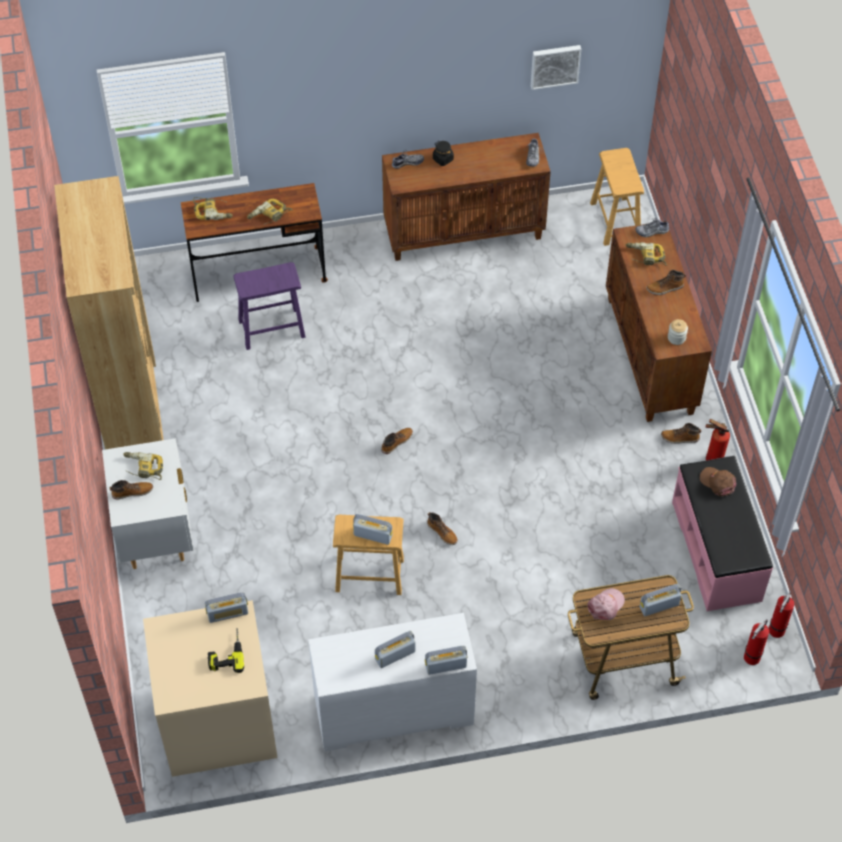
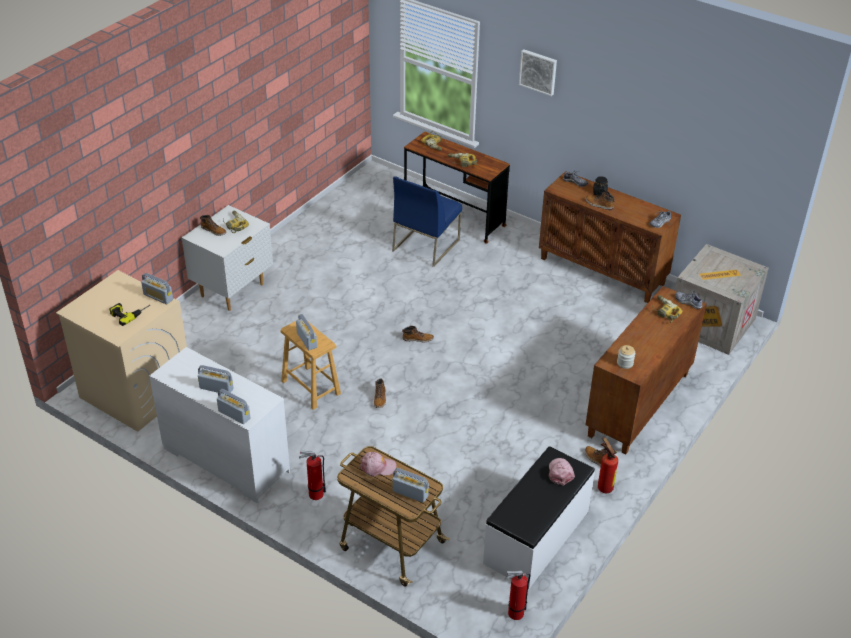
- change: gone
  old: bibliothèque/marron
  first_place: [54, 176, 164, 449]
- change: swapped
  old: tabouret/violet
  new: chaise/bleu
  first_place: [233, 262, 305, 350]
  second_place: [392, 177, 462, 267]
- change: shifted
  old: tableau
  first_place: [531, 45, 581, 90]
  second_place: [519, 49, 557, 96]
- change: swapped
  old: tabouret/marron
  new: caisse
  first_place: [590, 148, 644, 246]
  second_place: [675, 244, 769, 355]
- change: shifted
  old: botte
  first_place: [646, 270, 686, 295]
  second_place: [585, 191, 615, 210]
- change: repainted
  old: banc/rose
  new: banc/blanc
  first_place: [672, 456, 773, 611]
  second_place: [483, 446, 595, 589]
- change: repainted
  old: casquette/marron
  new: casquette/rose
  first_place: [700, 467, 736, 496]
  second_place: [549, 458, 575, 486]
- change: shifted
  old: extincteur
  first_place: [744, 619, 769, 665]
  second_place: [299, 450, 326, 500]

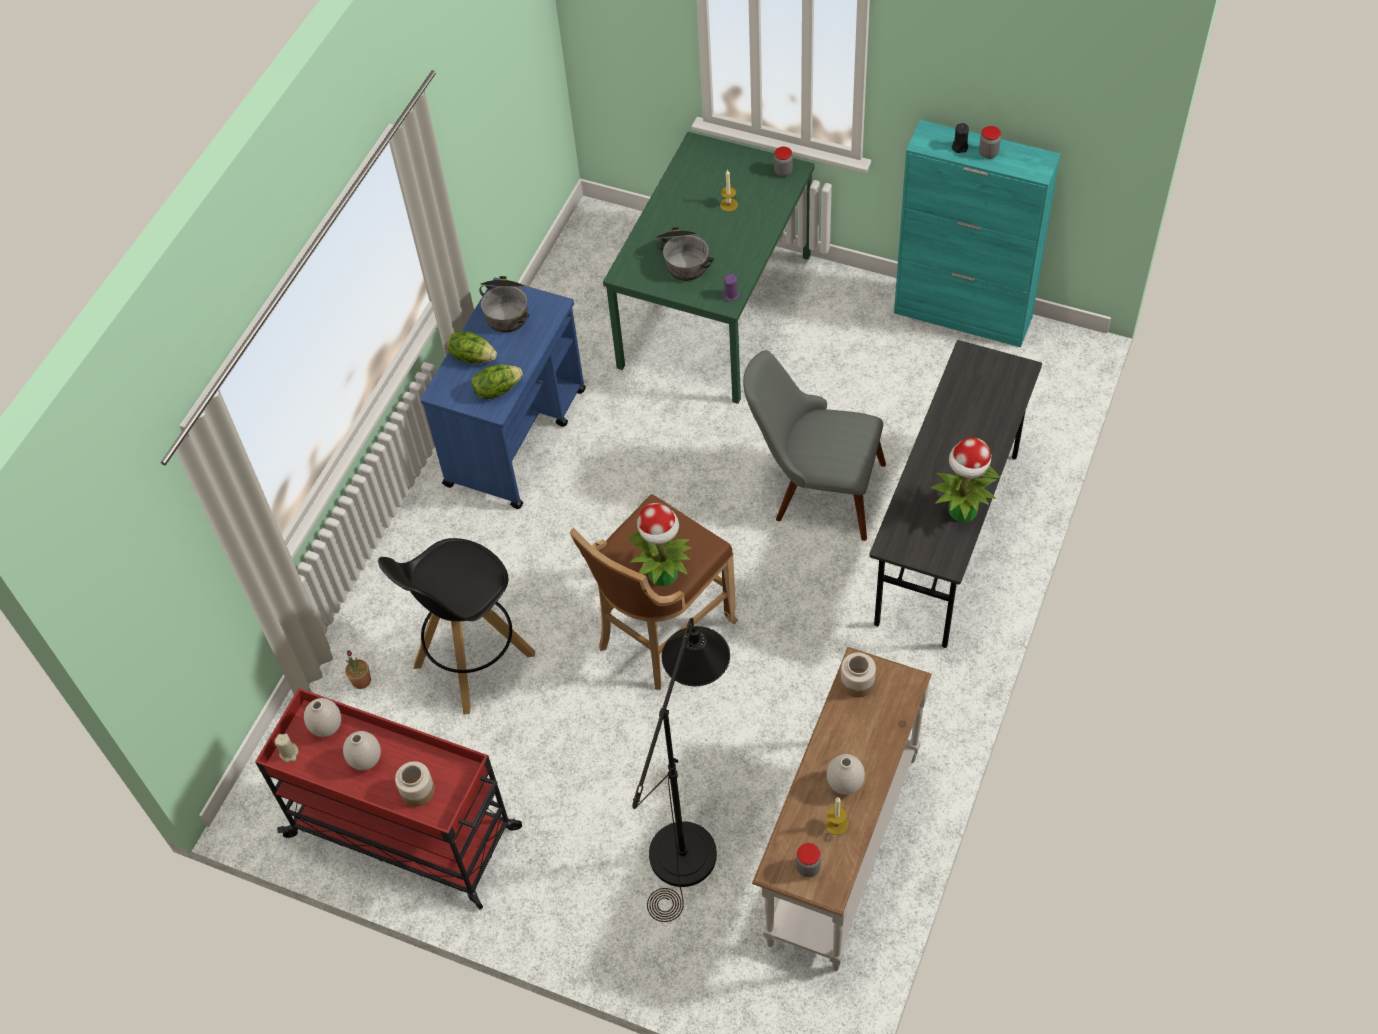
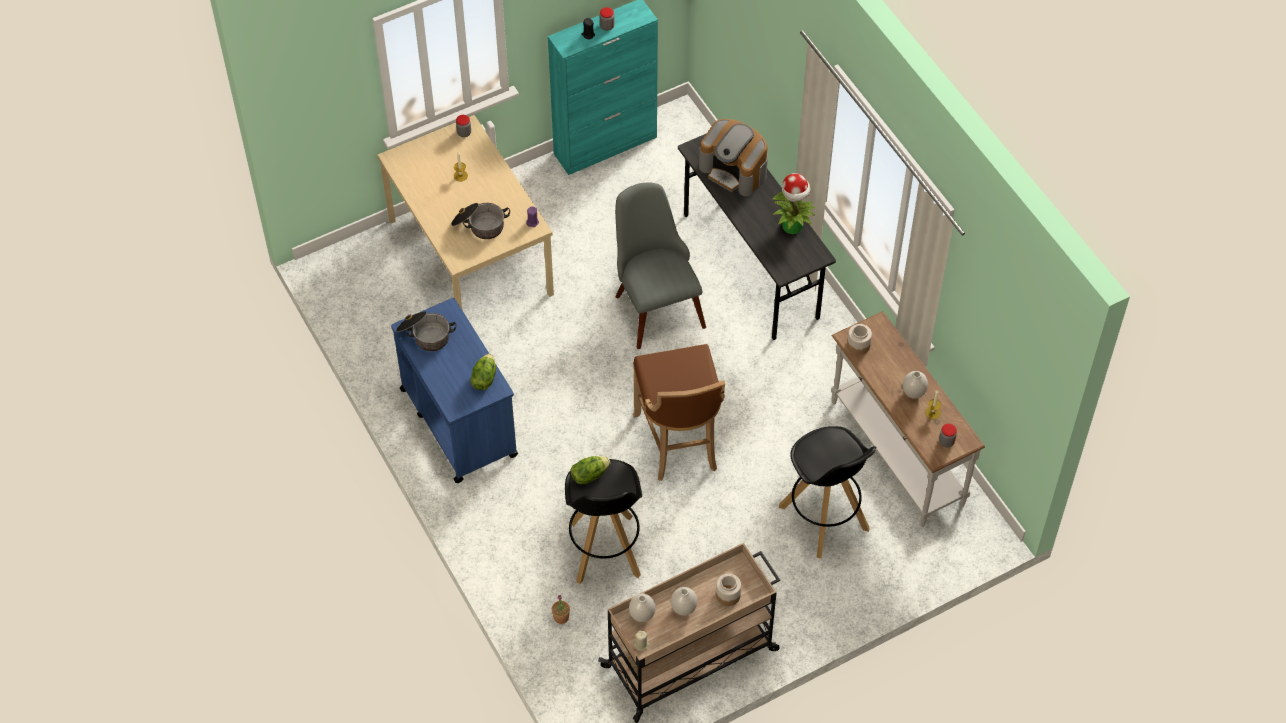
- change: repainted
  old: chariot/rouge
  new: chariot/beige
  first_place: [255, 688, 522, 910]
  second_place: [598, 543, 780, 723]
- change: shifted
  old: laitue
  first_place: [447, 331, 497, 364]
  second_place: [571, 456, 610, 484]
- change: repainted
  old: table à manger/vert
  new: table à manger/beige
  first_place: [603, 132, 815, 404]
  second_place: [377, 115, 554, 309]
- change: gone
  old: plante en pot
  first_place: [627, 503, 692, 586]
- change: swapped
  old: lampadaire/noir
  new: tabouret/noir
  first_place: [633, 618, 730, 922]
  second_place: [779, 426, 876, 558]
- change: rotated
  old: chaise/gris
  first_place: [743, 350, 886, 541]
  second_place: [615, 182, 706, 349]
  degrees: 105
- change: new
  new: machine à café
  second_place: [699, 119, 768, 196]

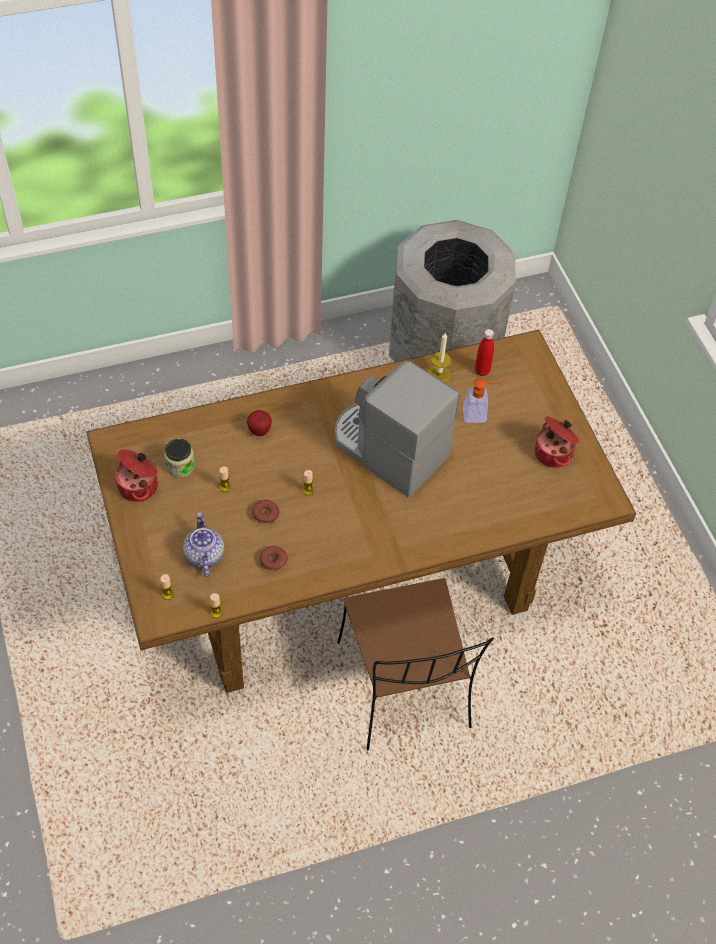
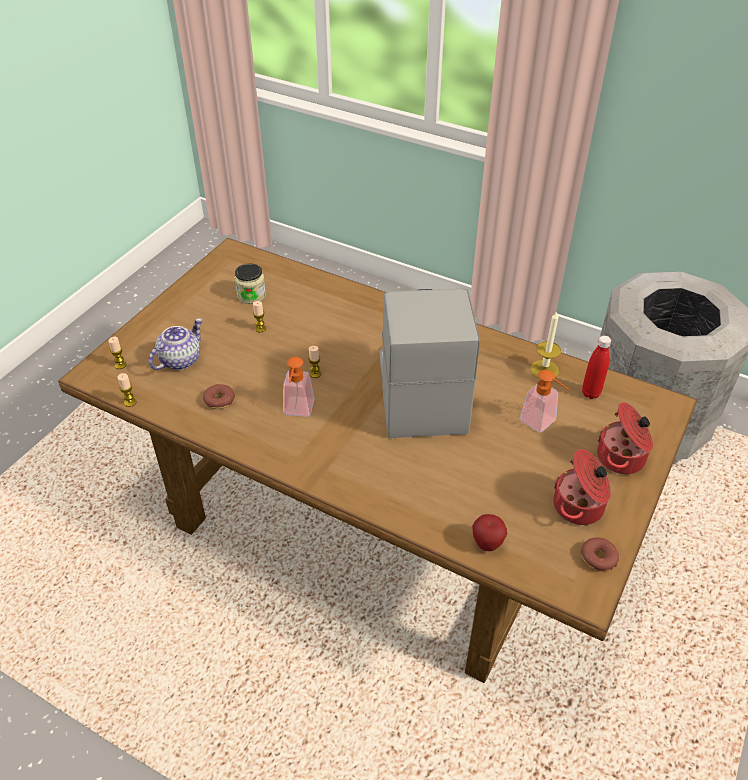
- change: shifted
  old: marmite
  first_place: [115, 449, 158, 502]
  second_place: [597, 402, 653, 474]
- change: shifted
  old: pomme
  first_place: [247, 410, 272, 436]
  second_place: [472, 514, 507, 551]
- change: shifted
  old: beignet
  first_place: [252, 500, 280, 524]
  second_place: [581, 538, 619, 572]
- change: gone
  old: chaise/marron
  first_place: [337, 578, 494, 751]
- change: new
  new: distributeur de savon
  second_place: [283, 357, 314, 417]

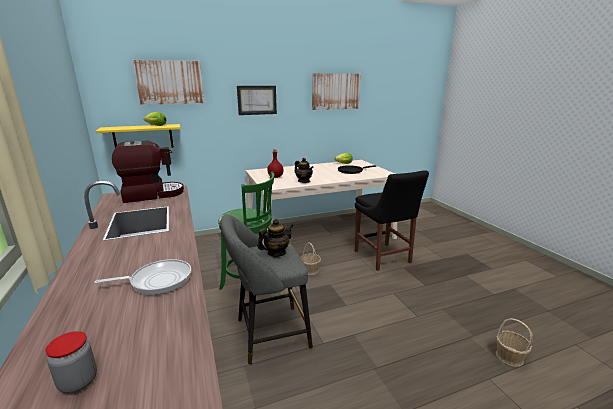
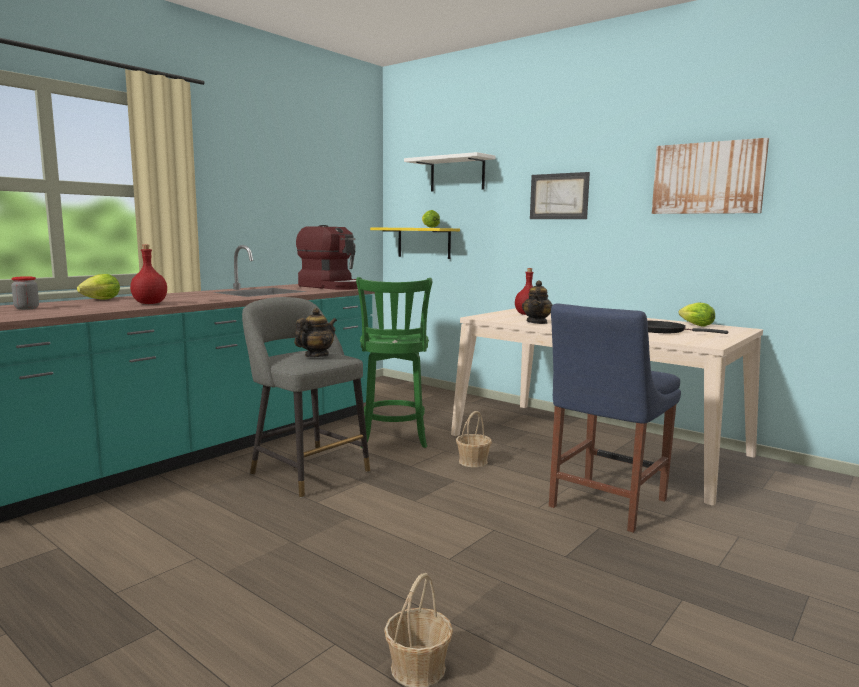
- change: swapped
  old: poêle
  new: bouteille/rouge
  first_place: [94, 259, 191, 295]
  second_place: [130, 245, 167, 304]
- change: swapped
  old: tableau
  new: étagère/blanc
  first_place: [133, 60, 204, 105]
  second_place: [404, 152, 495, 192]
- change: rotated
  old: théière
  first_place: [257, 219, 293, 257]
  second_place: [294, 308, 337, 357]
  degrees: -75
- change: repainted
  old: chaise/noir
  new: chaise/bleu
  first_place: [355, 170, 429, 271]
  second_place: [549, 304, 681, 533]
- change: new
  new: laitue
  second_place: [77, 274, 120, 299]

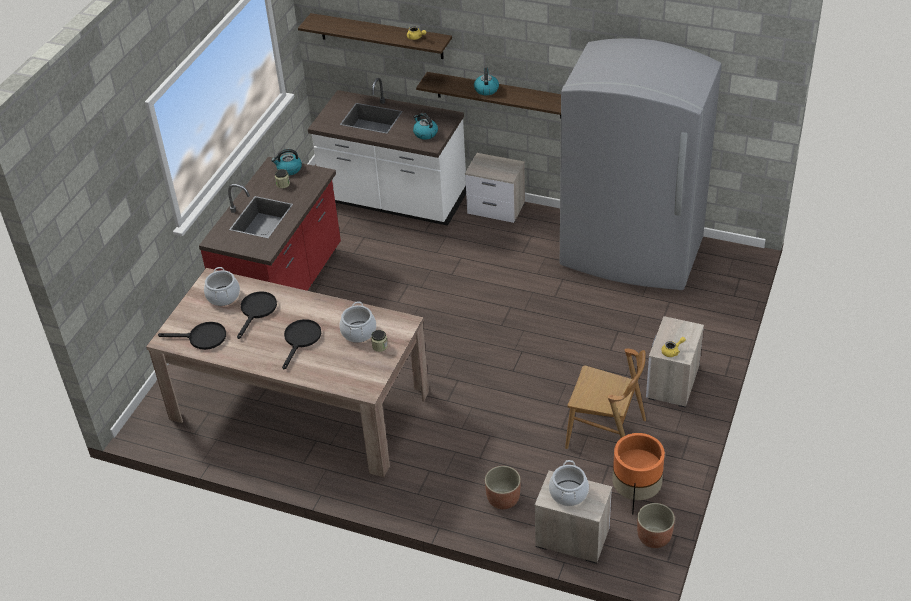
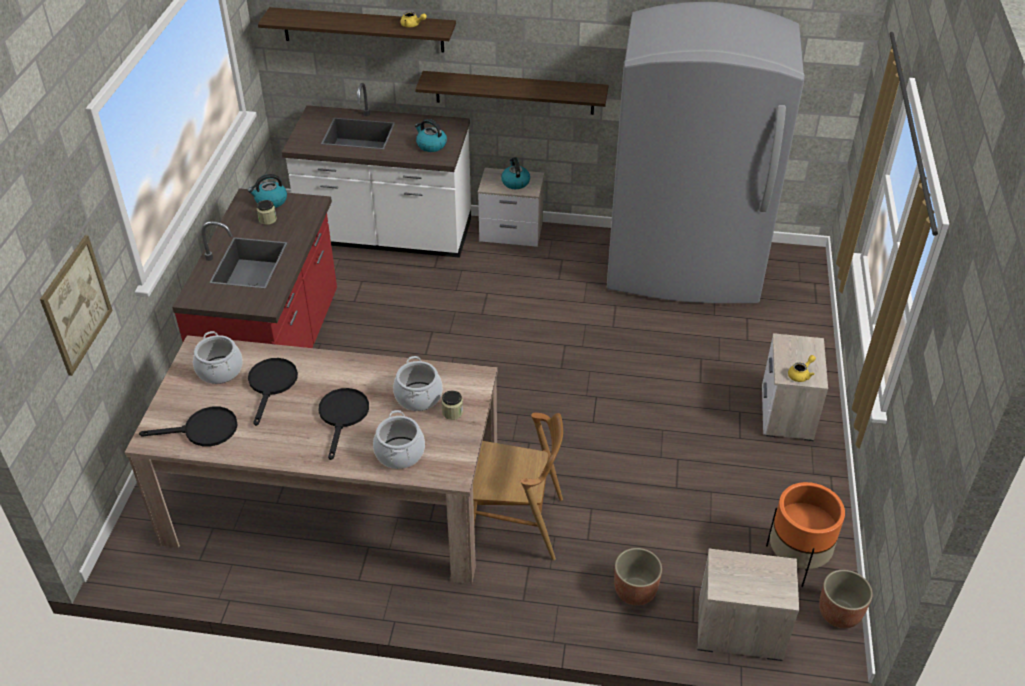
- change: shifted
  old: bouilloire
  first_place: [474, 68, 499, 95]
  second_place: [501, 157, 530, 189]
- change: shifted
  old: marmite
  first_place: [549, 460, 589, 506]
  second_place: [373, 410, 425, 469]
- change: shifted
  old: chaise/marron
  first_place: [565, 348, 646, 449]
  second_place: [473, 413, 563, 561]
- change: new
  new: tableau
  second_place: [40, 235, 113, 376]

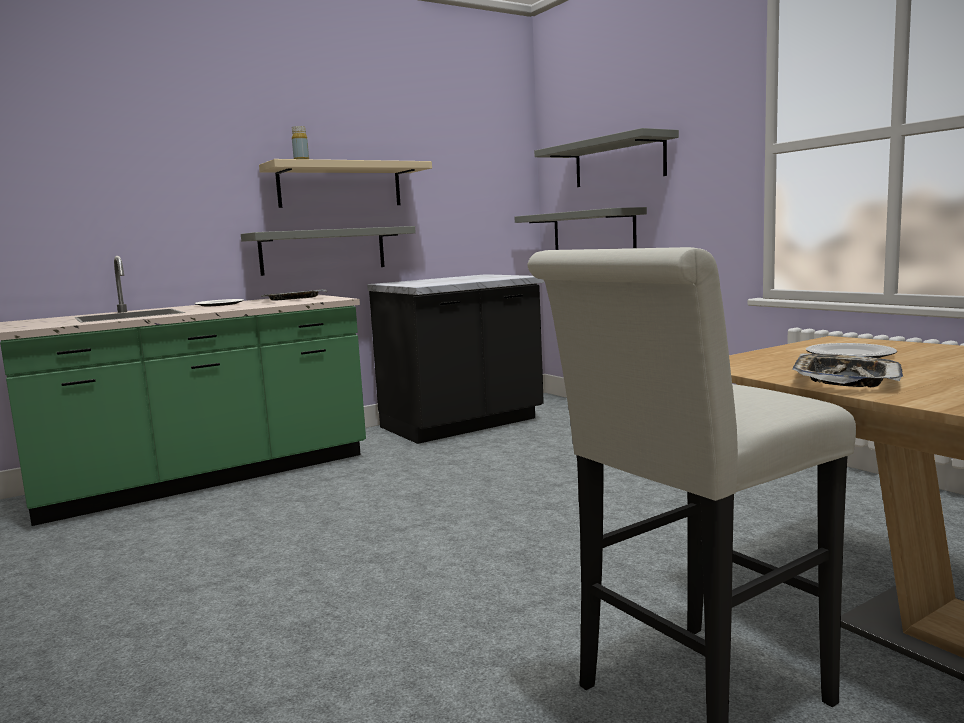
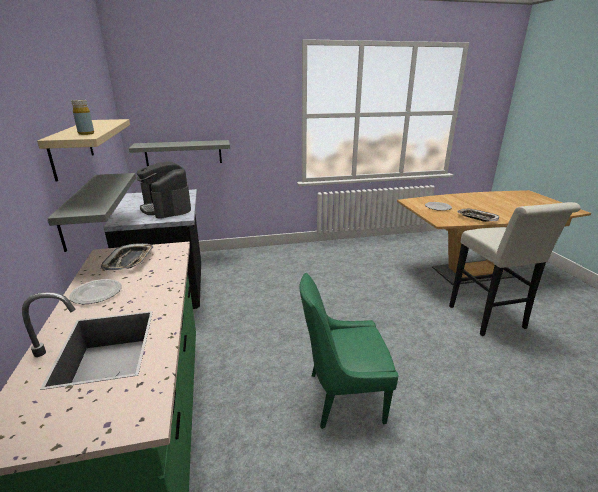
- change: gone
  old: étagère/gris
  first_place: [534, 128, 679, 187]
- change: new
  new: machine à café
  second_place: [137, 161, 191, 218]
- change: new
  new: chaise/vert
  second_place: [299, 273, 398, 429]

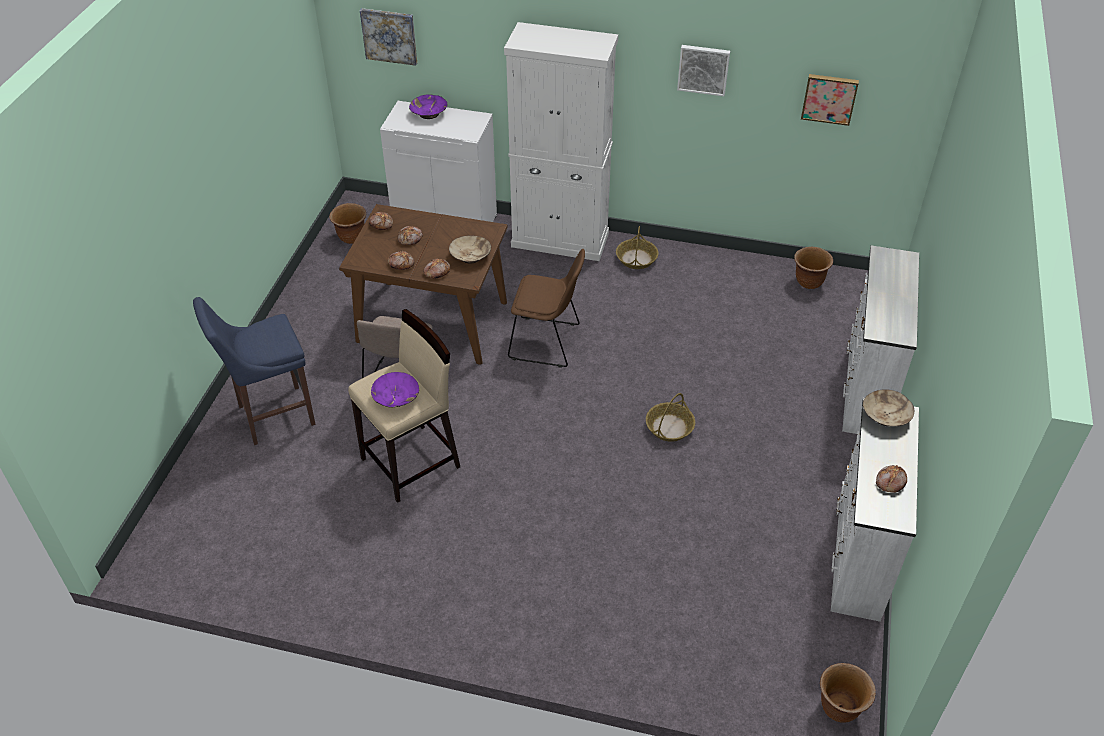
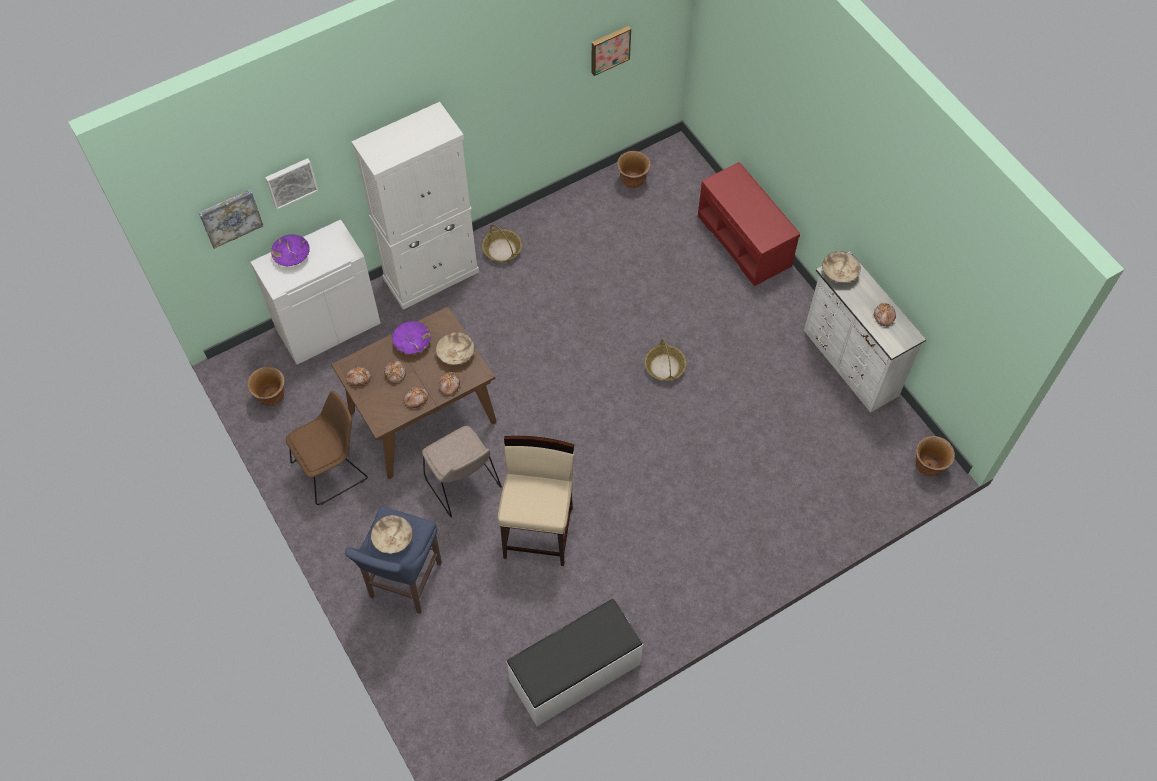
- change: shifted
  old: bol/violet
  first_place: [371, 372, 419, 408]
  second_place: [392, 321, 431, 354]
- change: shifted
  old: chaise/marron
  first_place: [508, 249, 585, 368]
  second_place: [286, 391, 368, 505]
- change: shifted
  old: tableau
  first_place: [677, 45, 730, 96]
  second_place: [265, 158, 318, 210]
- change: swapped
  old: commode/blanc
  new: banc/rouge
  first_place: [842, 245, 919, 434]
  second_place: [698, 162, 800, 286]
- change: new
  new: bol/beige
  second_place: [371, 515, 413, 554]
- change: new
  new: banc/blanc
  second_place: [506, 599, 643, 726]

